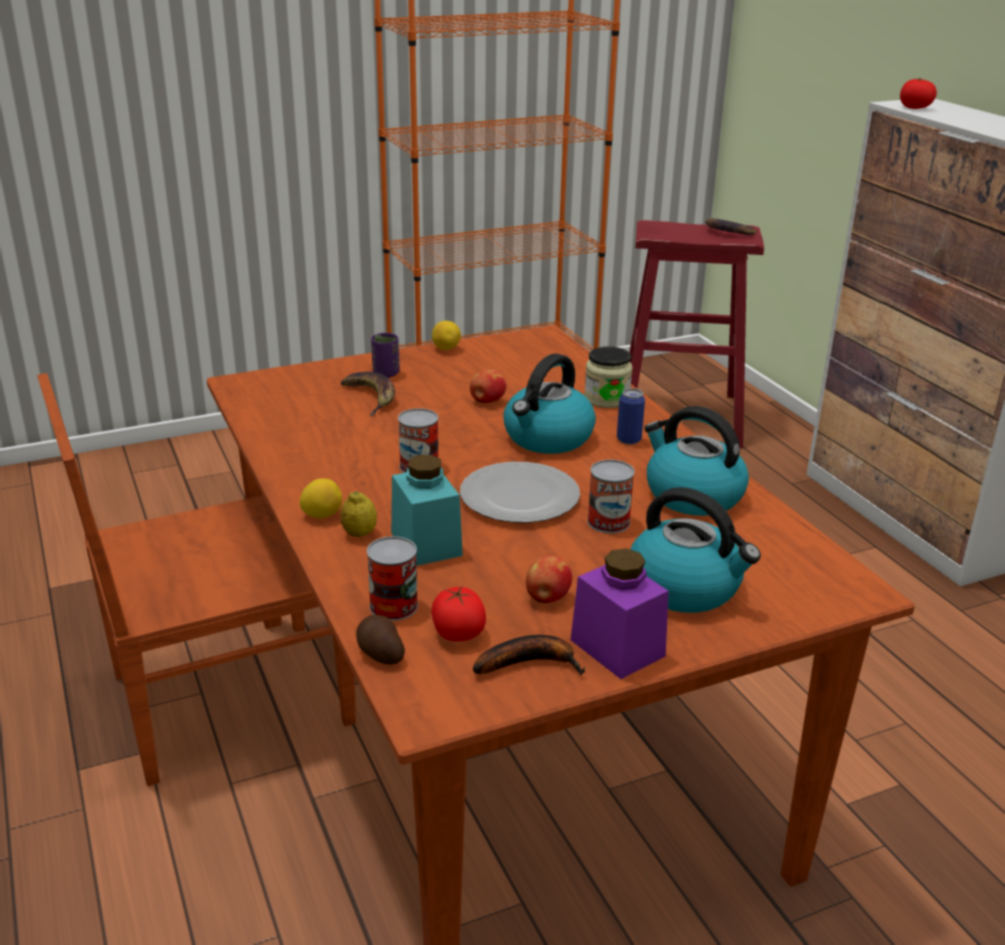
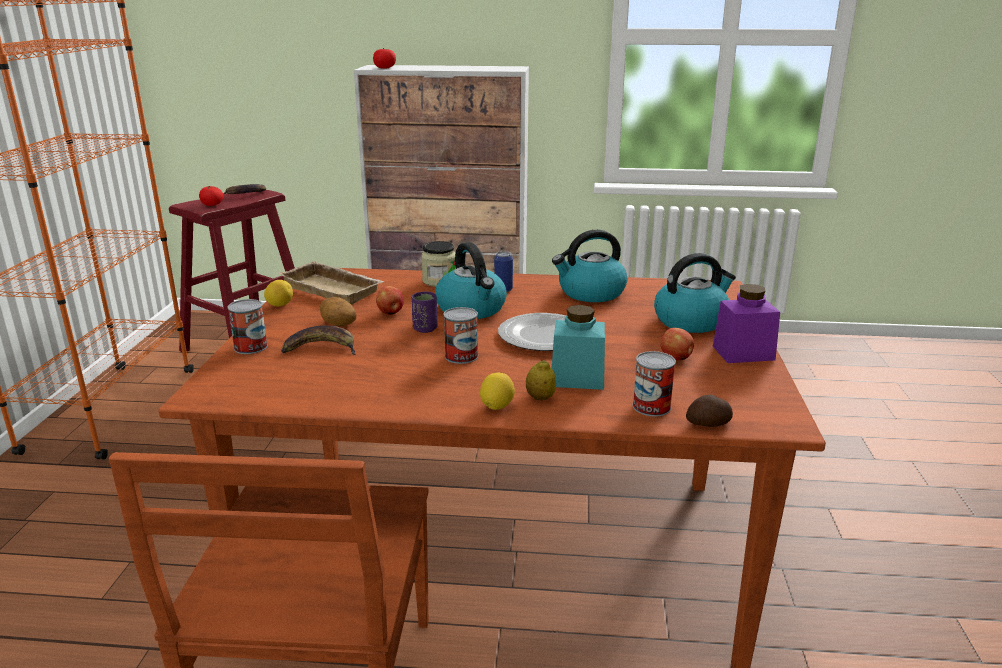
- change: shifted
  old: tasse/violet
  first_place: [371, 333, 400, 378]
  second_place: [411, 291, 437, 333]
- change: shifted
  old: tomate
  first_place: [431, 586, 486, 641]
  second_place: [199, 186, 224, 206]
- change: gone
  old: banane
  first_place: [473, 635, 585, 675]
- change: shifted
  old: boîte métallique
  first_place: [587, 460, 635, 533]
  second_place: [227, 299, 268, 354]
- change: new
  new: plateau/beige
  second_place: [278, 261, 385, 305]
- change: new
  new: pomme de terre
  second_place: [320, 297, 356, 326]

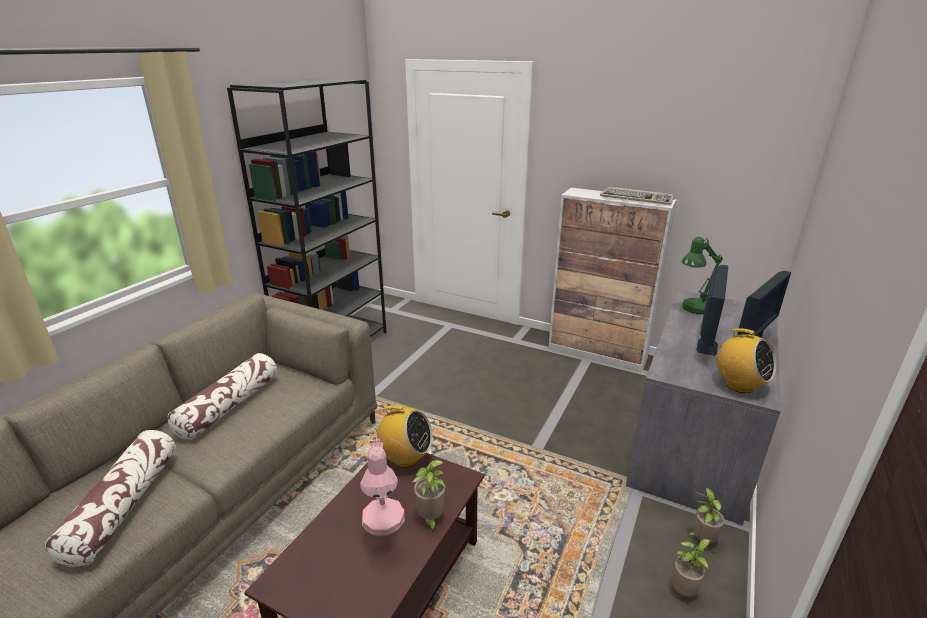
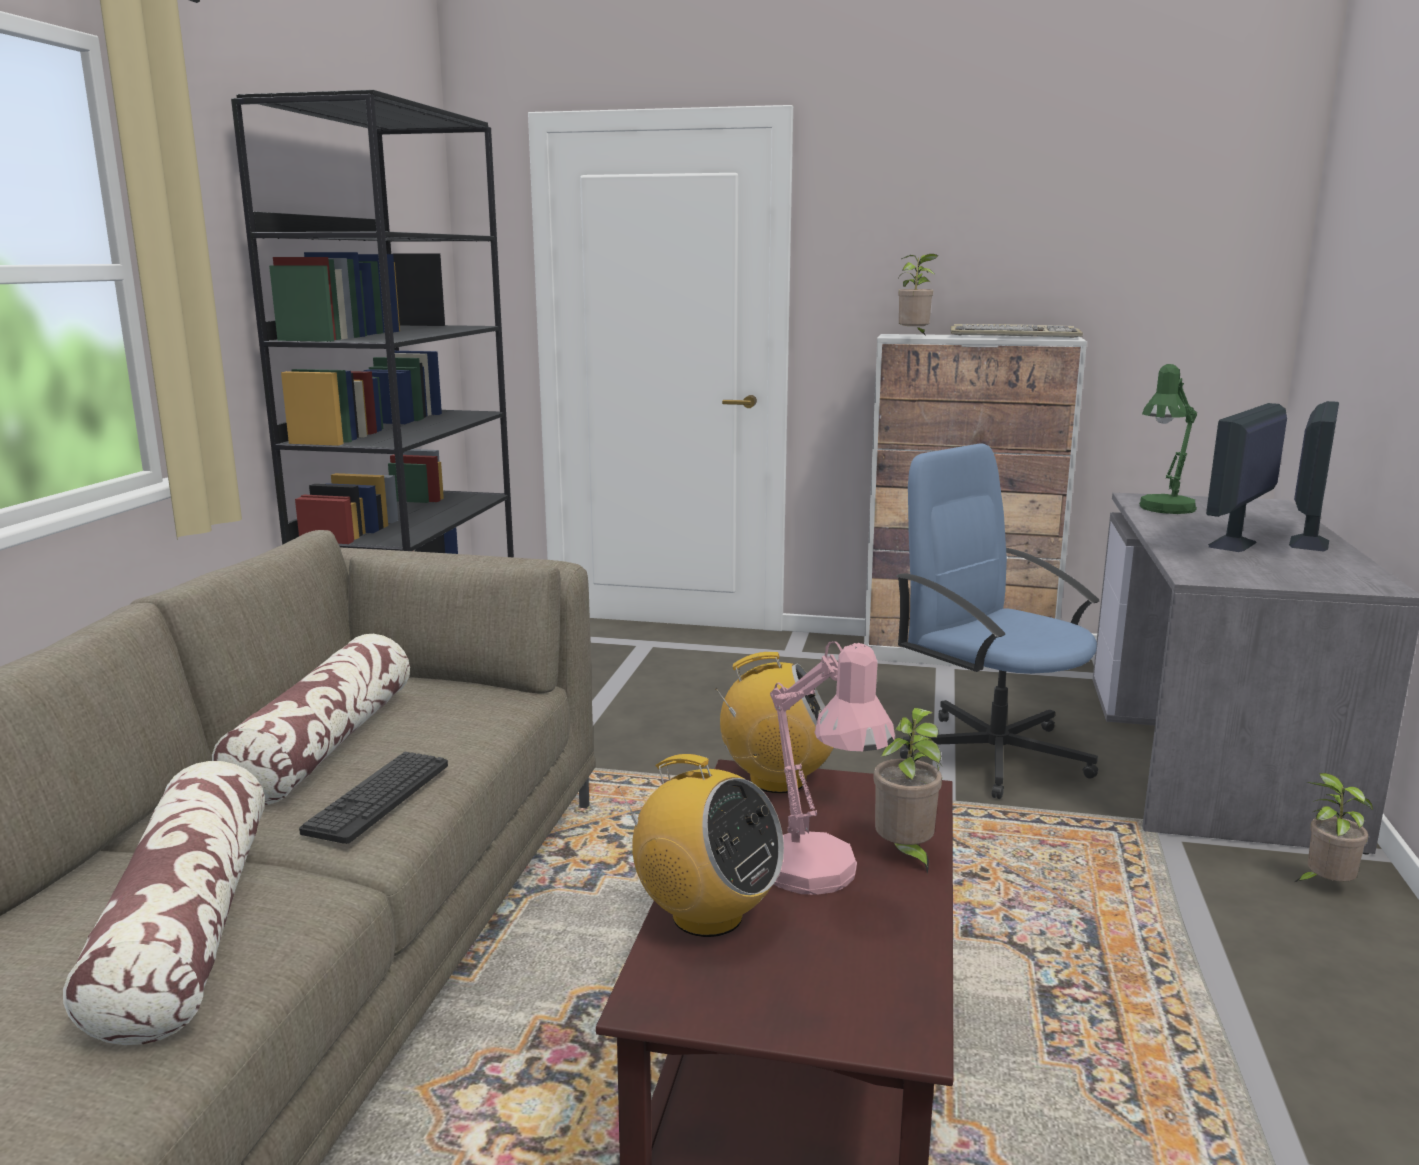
- change: shifted
  old: plante en pot
  first_place: [672, 539, 714, 597]
  second_place: [898, 254, 938, 336]
- change: rotated
  old: écran d'ordinateur
  first_place: [696, 265, 728, 356]
  second_place: [1206, 403, 1287, 552]
  degrees: -150
- change: shifted
  old: radio
  first_place: [716, 328, 776, 393]
  second_place: [617, 754, 784, 937]
- change: new
  new: clavier
  second_place: [299, 752, 448, 844]
- change: new
  new: chaise de bureau/bleu
  second_place: [897, 443, 1099, 799]

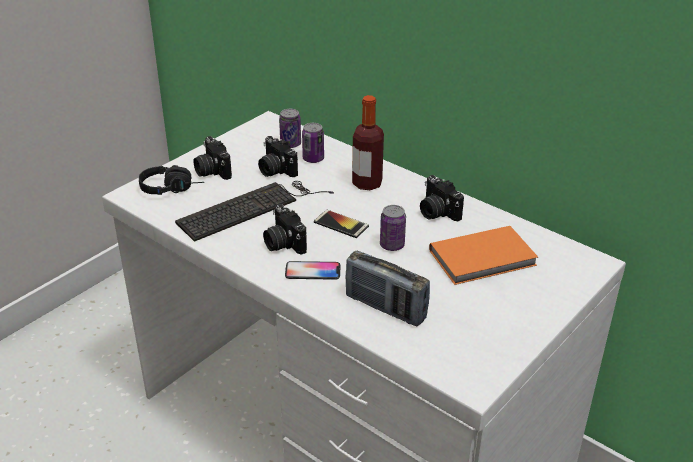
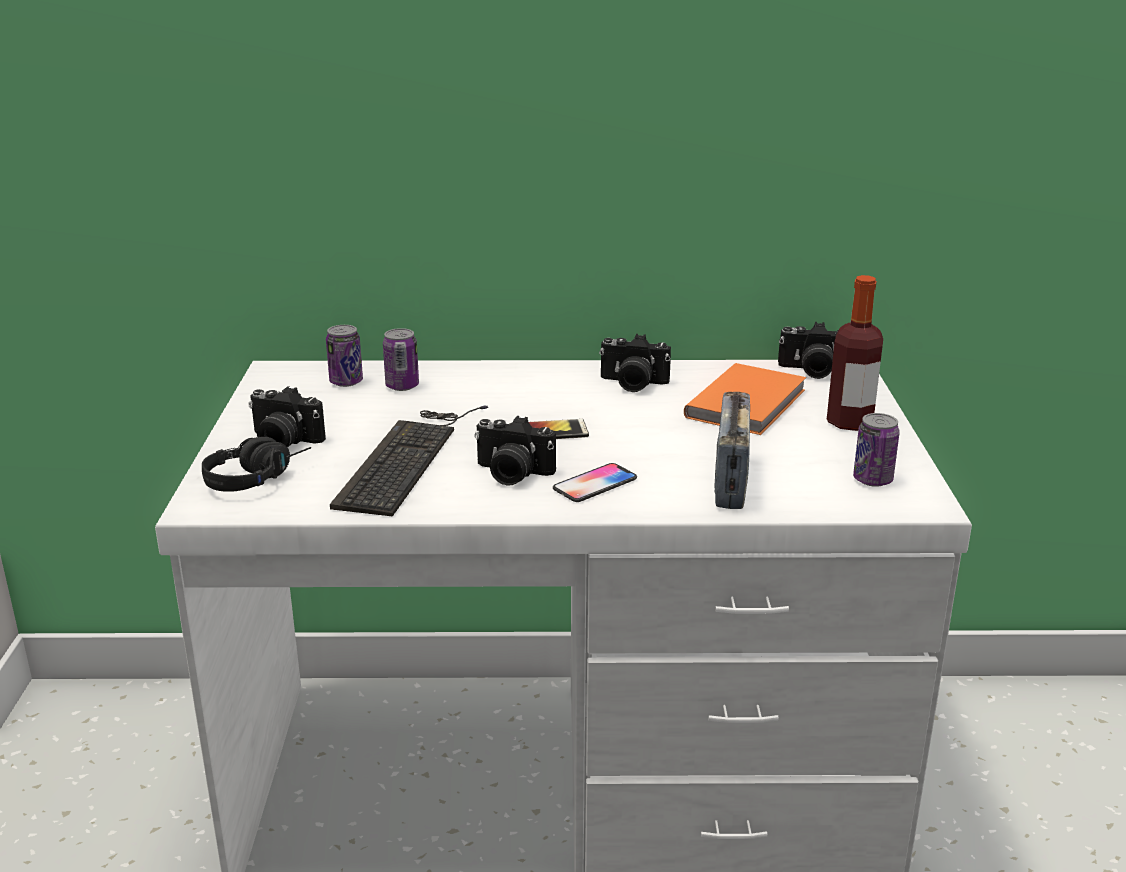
- change: shifted
  old: appareil photo
  first_place: [258, 136, 298, 177]
  second_place: [778, 322, 838, 379]
- change: rotated
  old: radio
  first_place: [345, 251, 430, 326]
  second_place: [715, 392, 750, 509]
  degrees: 105
- change: shifted
  old: bouteille
  first_place: [352, 95, 384, 190]
  second_place: [827, 275, 883, 431]
- change: shifted
  old: boîte métallique
  first_place: [380, 205, 406, 251]
  second_place: [853, 413, 900, 487]

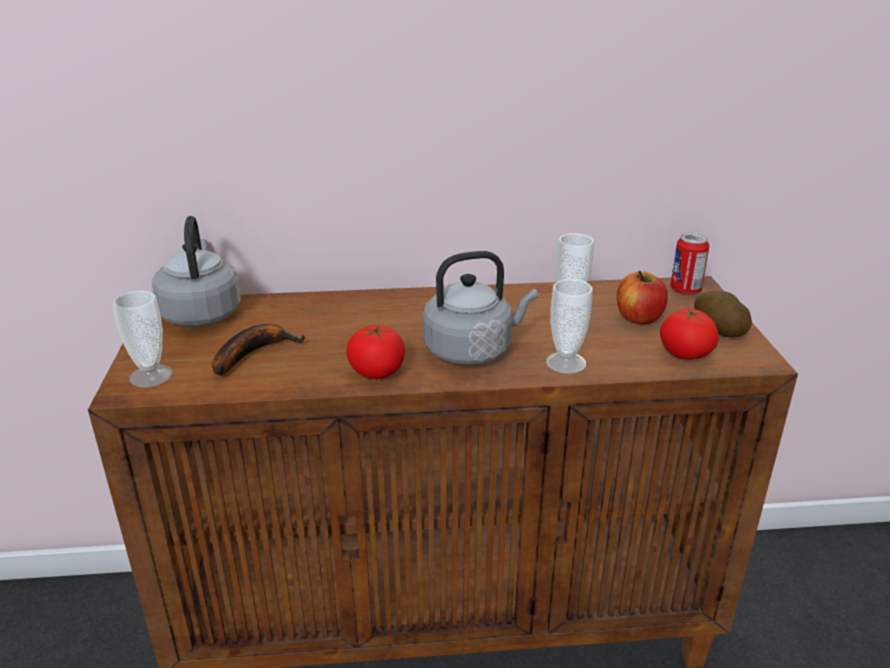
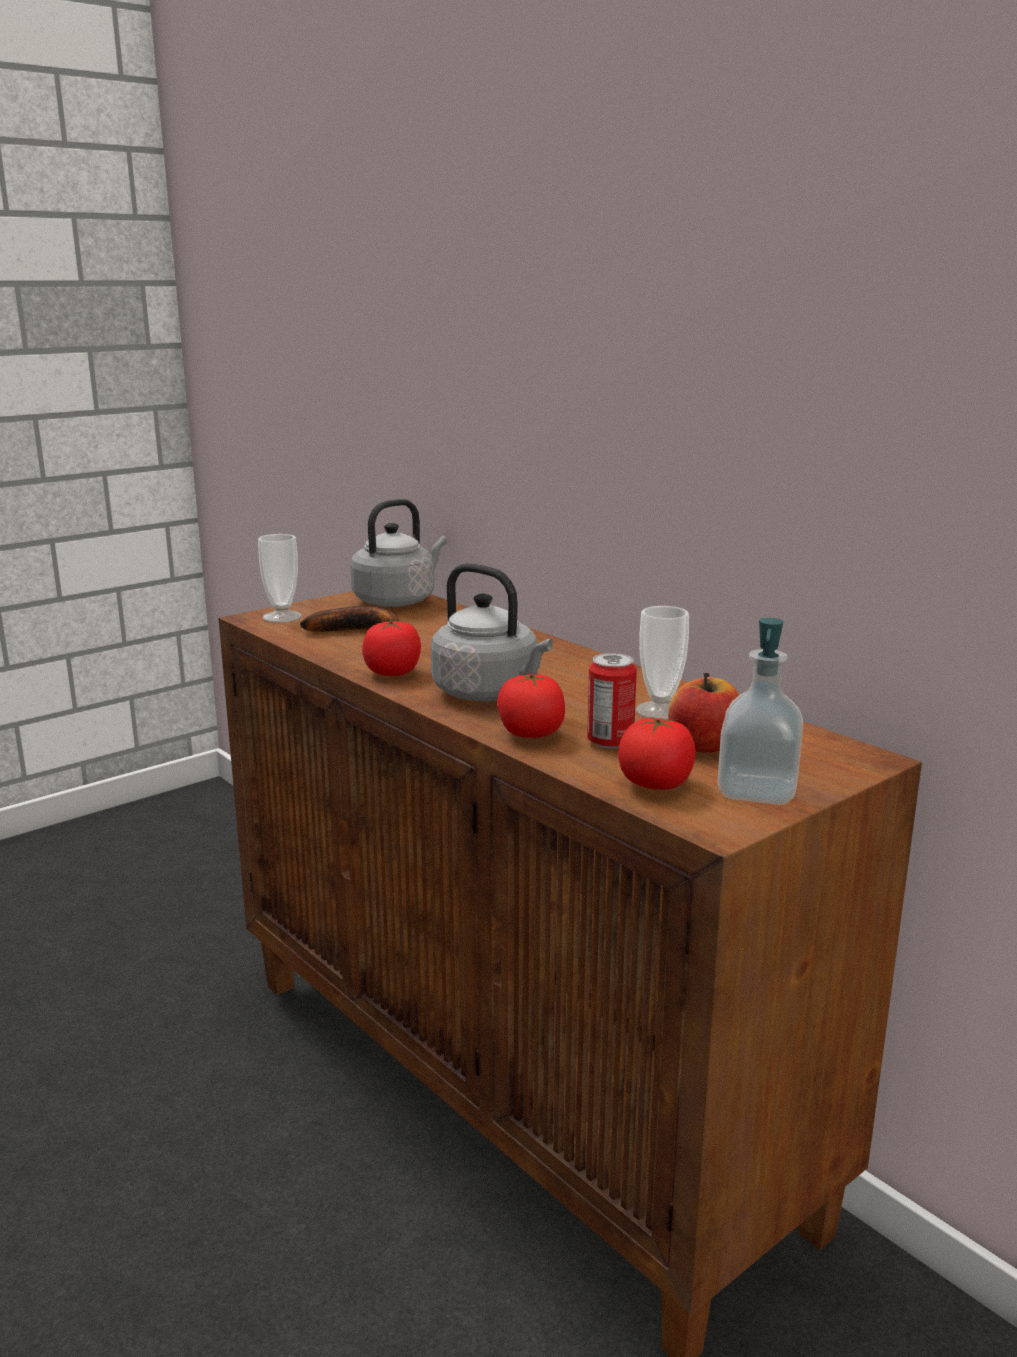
- change: swapped
  old: tasse
  new: tomate
  first_place: [546, 279, 593, 374]
  second_place: [497, 673, 565, 738]
- change: shifted
  old: boîte métallique
  first_place: [670, 233, 710, 295]
  second_place: [587, 653, 637, 749]
- change: swapped
  old: pomme de terre
  new: distributeur de savon
  first_place: [694, 291, 752, 338]
  second_place: [718, 618, 803, 805]

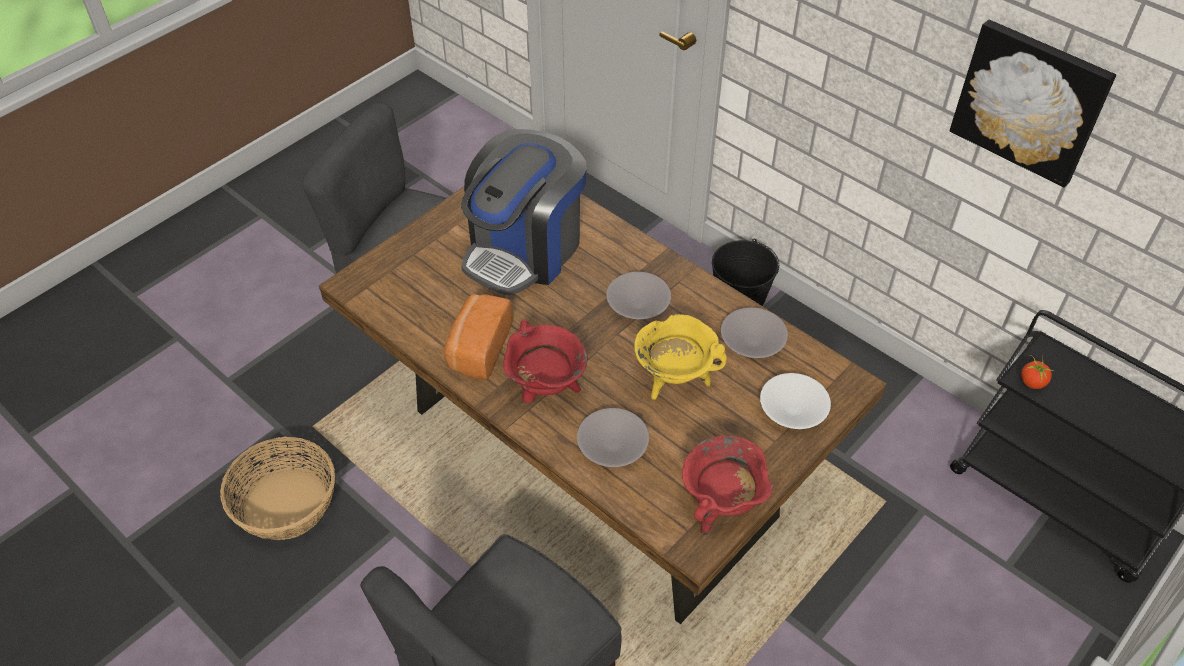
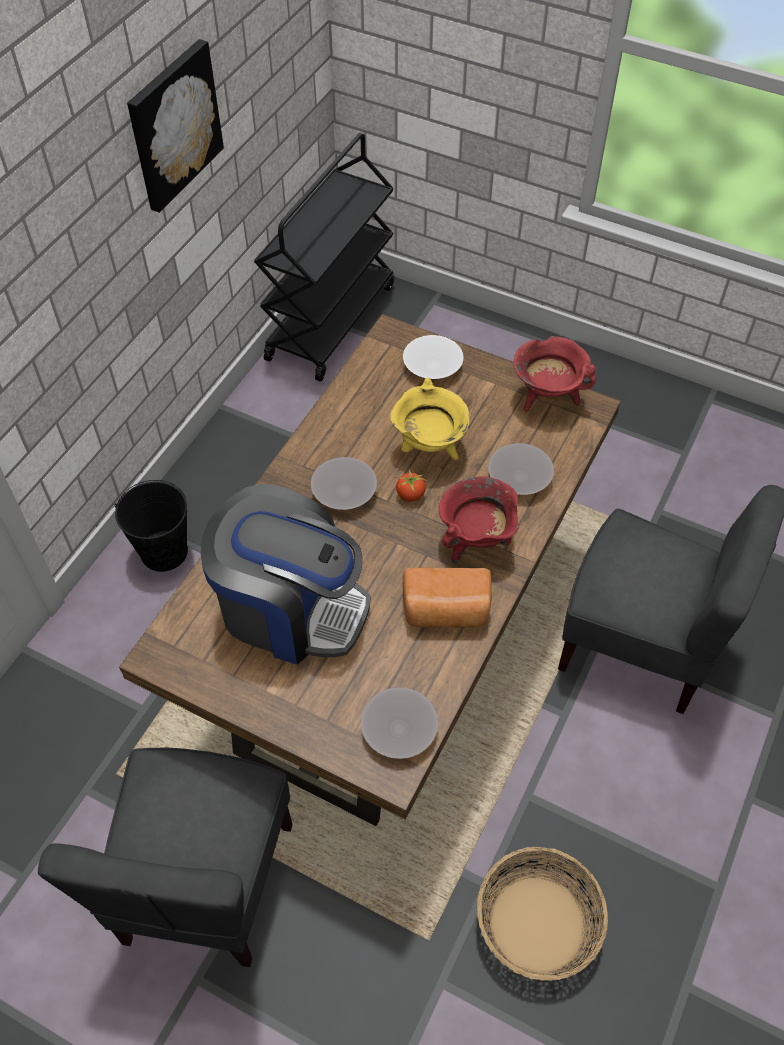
- change: shifted
  old: bol/gris
  first_place: [721, 307, 788, 358]
  second_place: [361, 687, 438, 759]
- change: shifted
  old: tomate
  first_place: [1021, 354, 1054, 389]
  second_place: [395, 470, 427, 502]

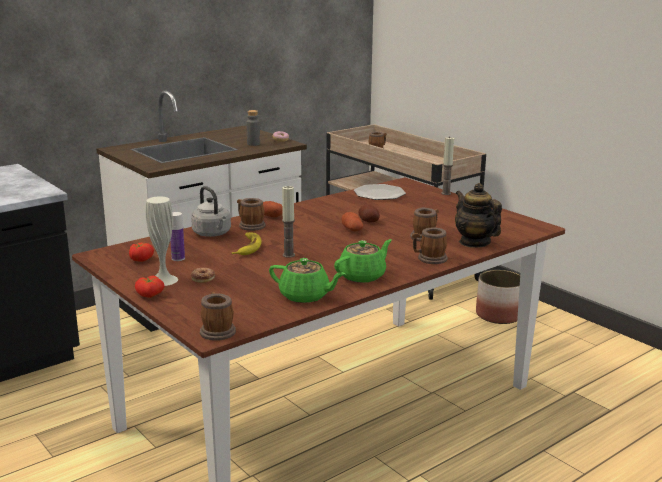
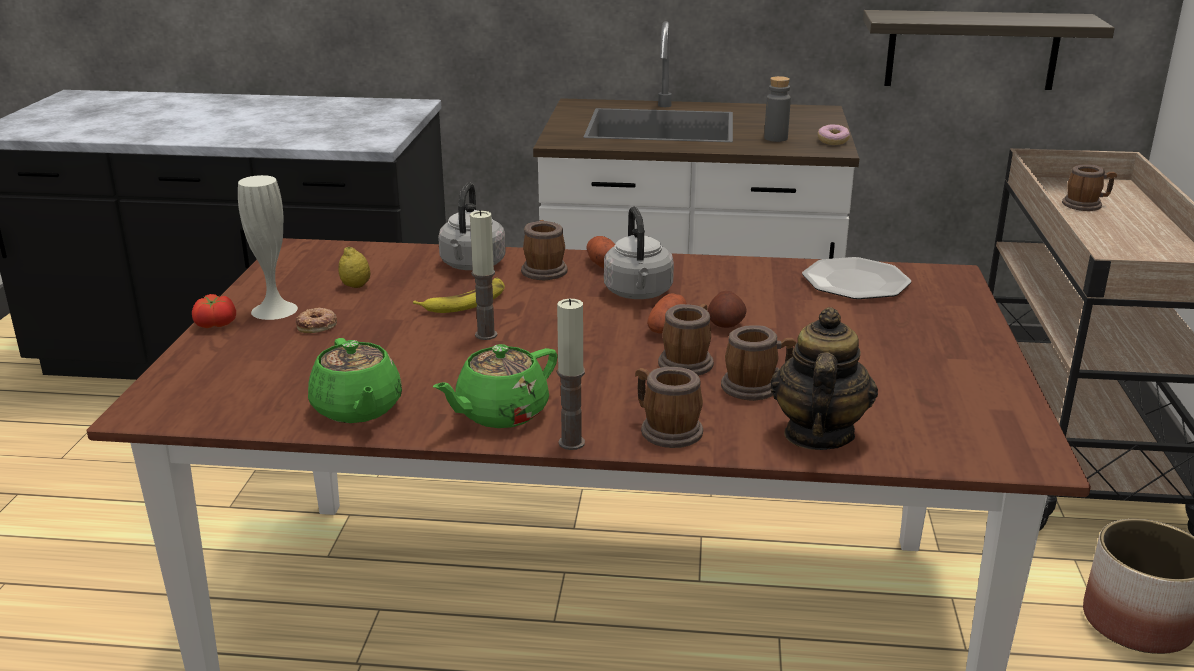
- change: gone
  old: tomate
  first_place: [129, 243, 154, 262]
- change: swapped
  old: bouteille
  new: citron
  first_place: [170, 212, 185, 261]
  second_place: [339, 247, 371, 288]
- change: shifted
  old: mug
  first_place: [200, 292, 236, 341]
  second_place: [658, 304, 714, 376]
- change: rotated
  old: théière/vert
  first_place: [334, 239, 392, 283]
  second_place: [433, 344, 558, 428]
  degrees: 135
- change: shifted
  old: bougie
  first_place: [441, 136, 454, 195]
  second_place: [557, 299, 585, 450]
- change: new
  new: bouilloire/gris
  second_place: [604, 207, 674, 299]
- change: new
  new: étagère
  second_place: [863, 10, 1115, 90]

